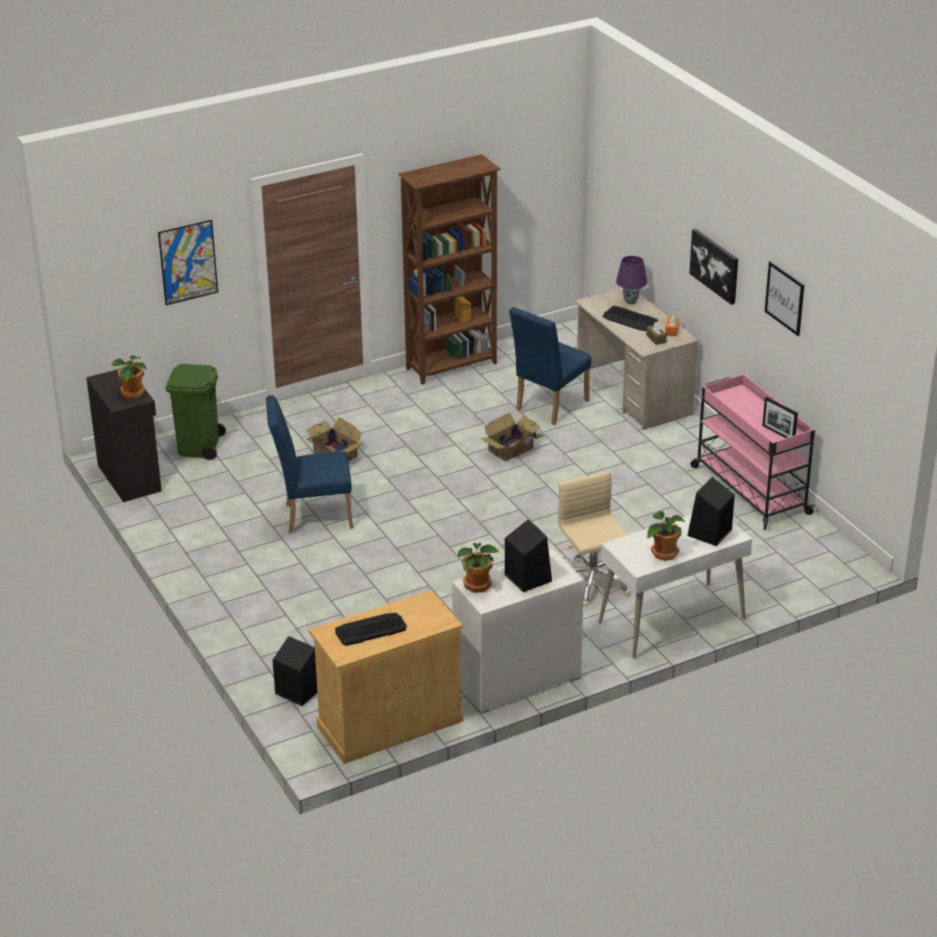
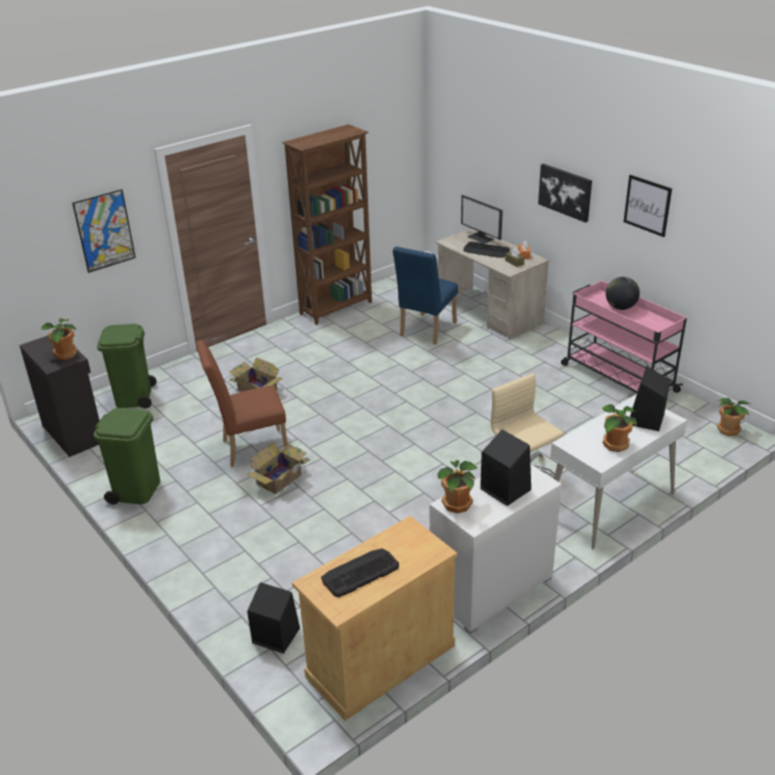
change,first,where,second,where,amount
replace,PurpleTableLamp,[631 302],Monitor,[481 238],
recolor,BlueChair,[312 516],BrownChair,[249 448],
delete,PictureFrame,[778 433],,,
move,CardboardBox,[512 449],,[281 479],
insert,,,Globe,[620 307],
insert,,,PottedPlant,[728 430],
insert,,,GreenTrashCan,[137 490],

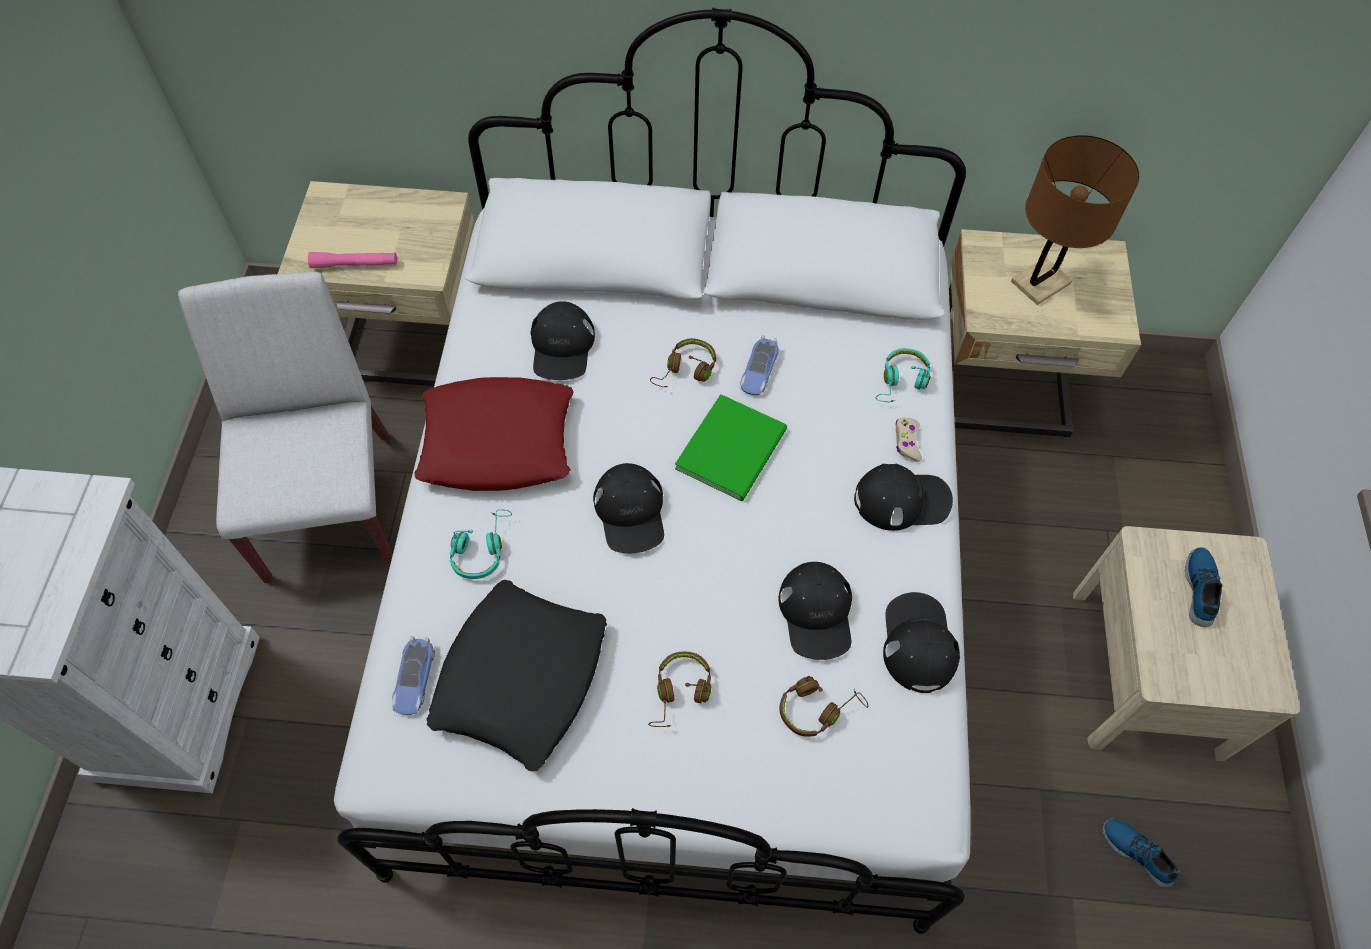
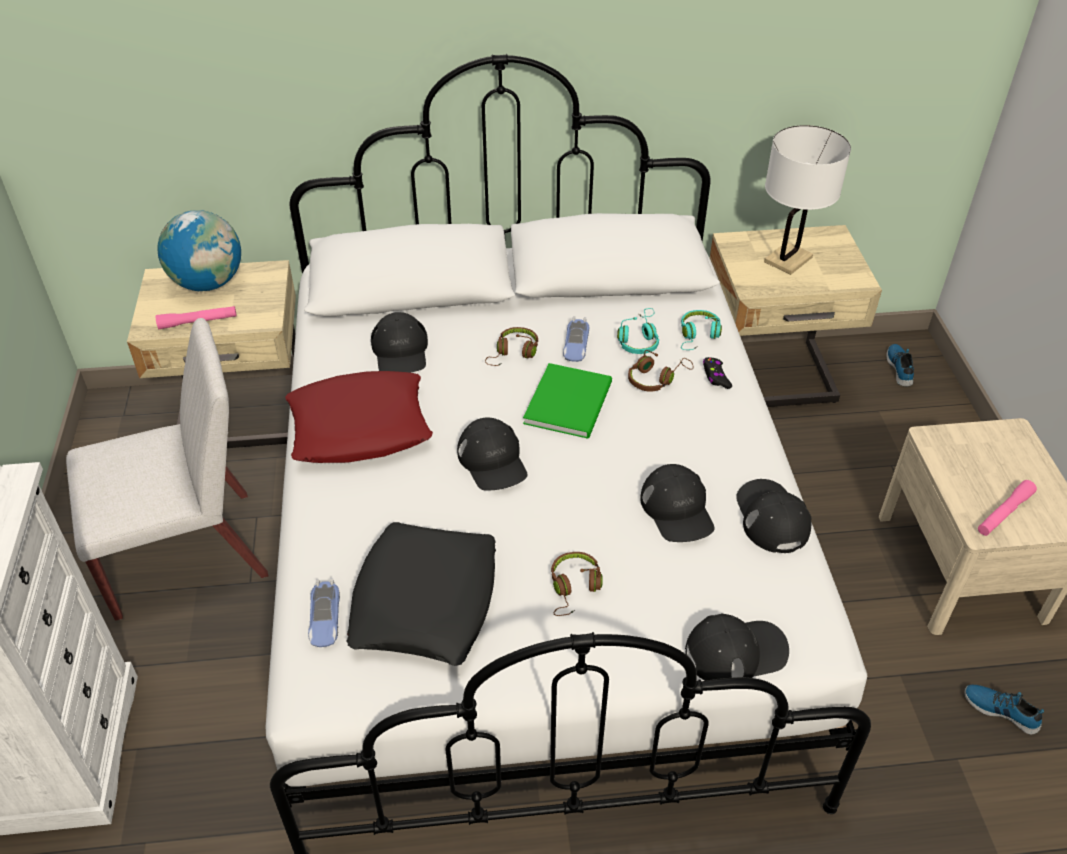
change,first,where,second,where,amount
recolor,BrownTableLamp,[1040 282],WhiteTableLamp,[788 259],
rotate,WhiteChair,[329 503],,[187 553],90 degrees clockwise
recolor,BeigeGameController,[907 442],BlackGameController,[716 377],
move,BlackCap,[902 500],,[736 651],
move,TurquoiseHeadphones,[481 549],,[638 339],
move,Shoe,[1201 589],,[900 368],
move,BrownHeadphones,[817 708],,[656 378],
insert,,,Globe,[208 283],
insert,,,PinkFlashlight,[1004 513],

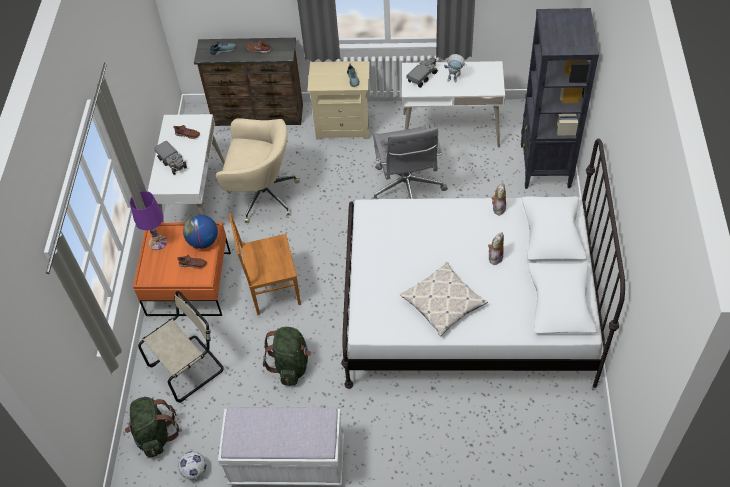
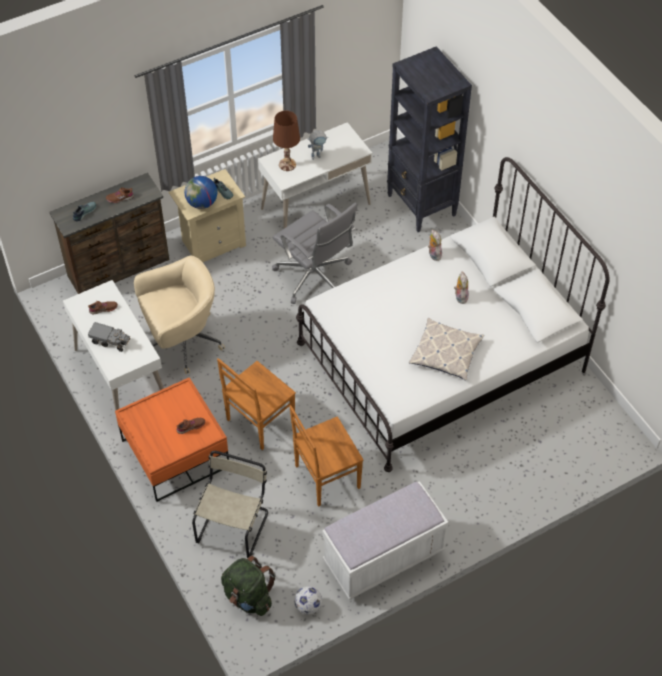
change,first,where,second,where,amount
replace,ToyTruck,[422 77],BrownTableLamp,[287 165],
delete,PurpleTableLamp,[158 243],,,
move,Globe,[203 241],,[202 203],
replace,GreenBackpack,[291 365],BrownChair,[325 477],

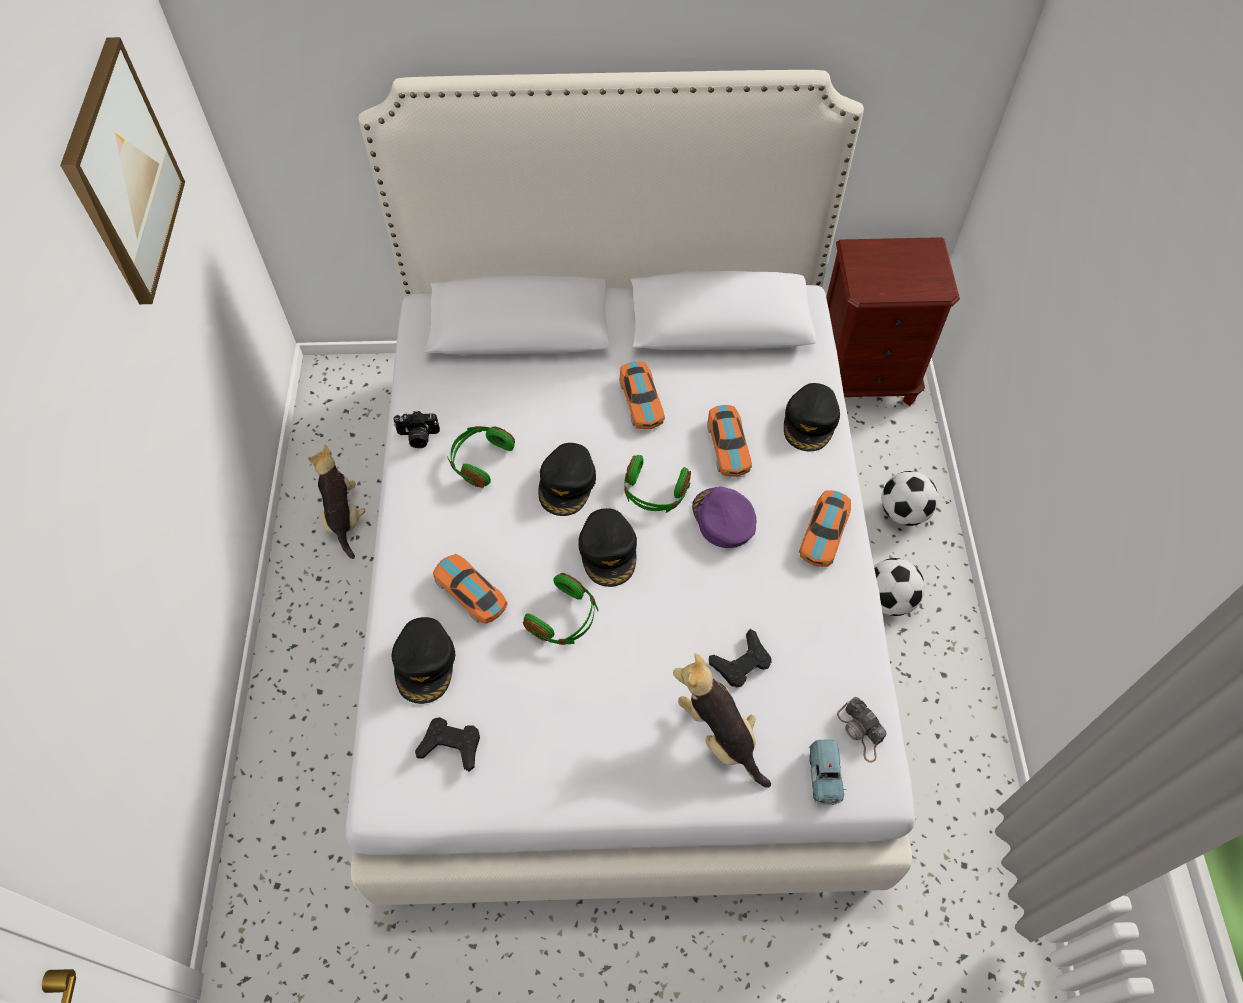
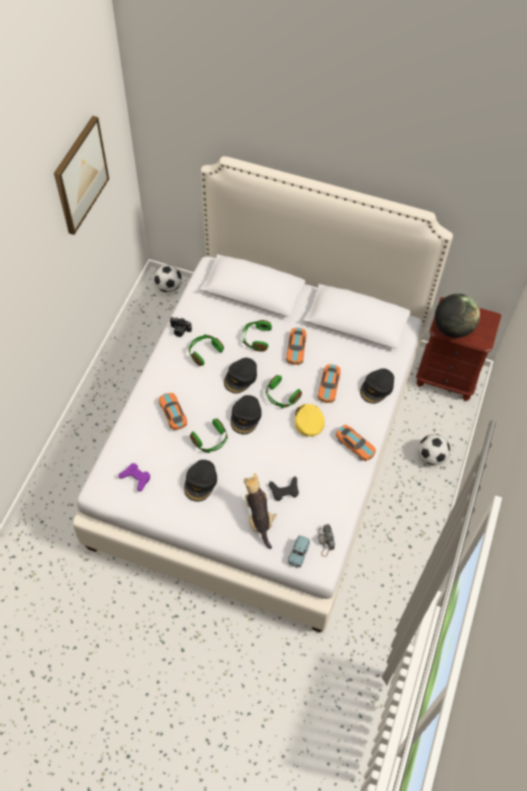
change,first,where,second,where,amount
delete,PlushToy,[343 516],,,
recolor,PurpleCap,[723 519],YellowCap,[308 421],
rotate,ToyCar,[824 533],,[355 445],90 degrees counterclockwise
move,Football,[888 599],,[168 287],
move,BlackCap,[425 663],,[201 482],
recolor,BlackGameController,[451 745],PurpleGameController,[136 478],
insert,,,Globe,[452 329],
insert,,,GreenHeadphones,[256 338],

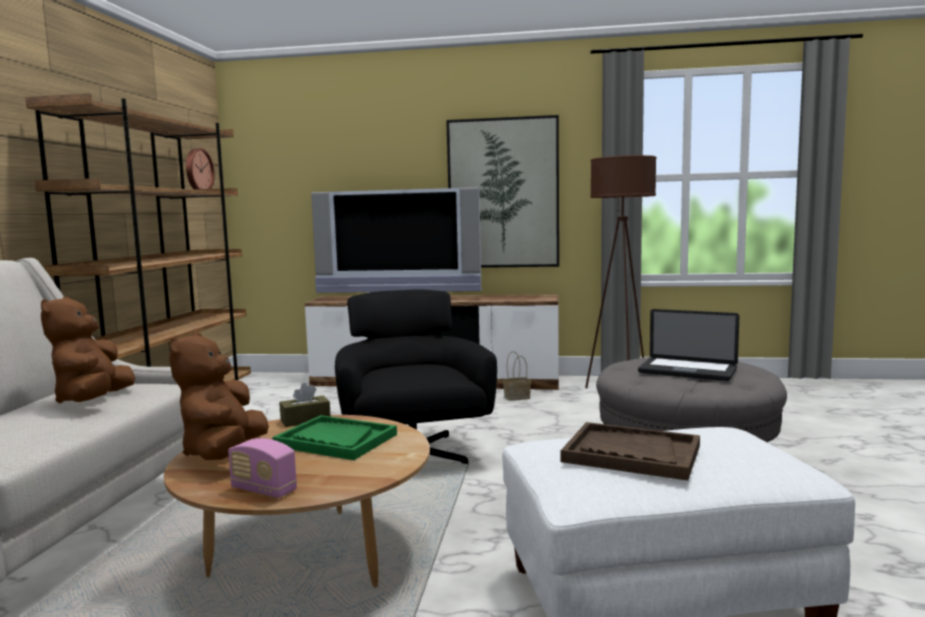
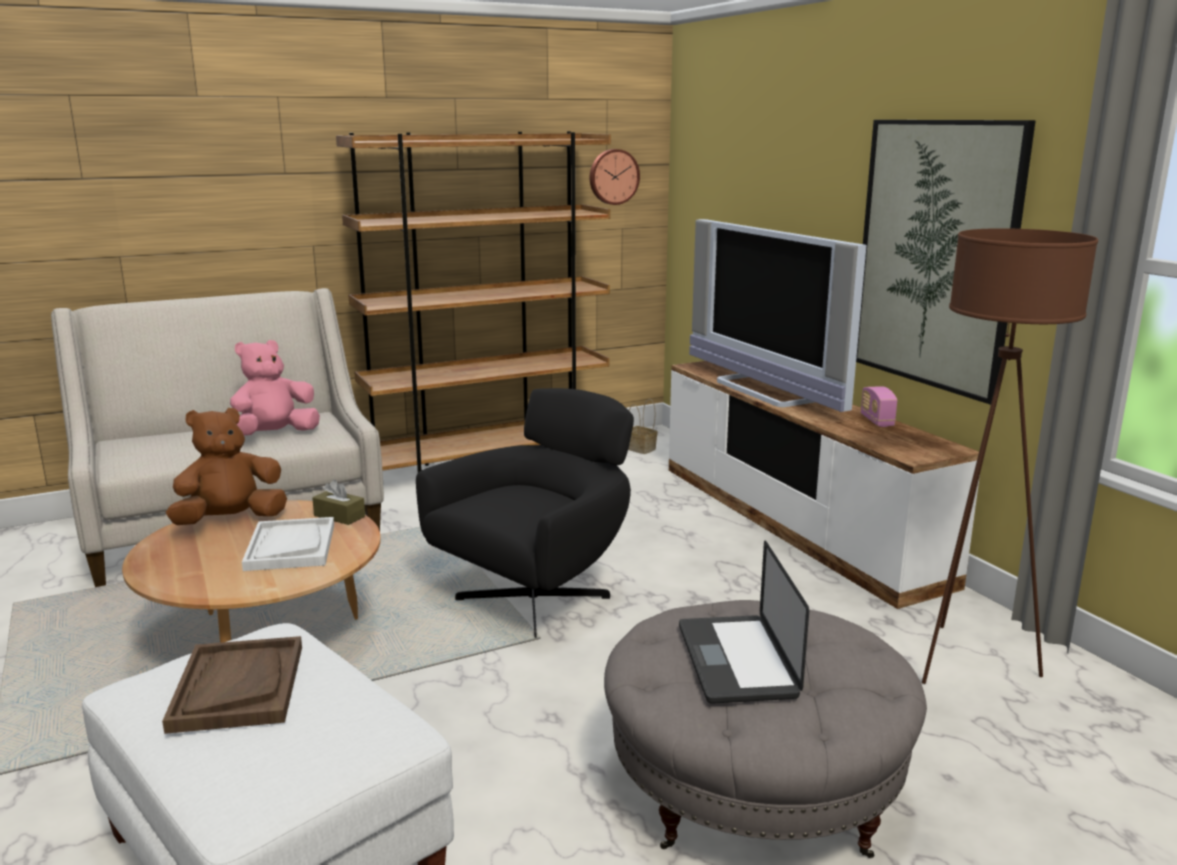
change,first,where,second,where,amount
recolor,BrownPlushToy,[93 401],PinkPlushToy,[274 435],
move,Basket,[517 397],,[641 449],
recolor,GreenTray,[335 440],WhiteTray,[290 546],
move,Radio,[263 490],,[877 421],

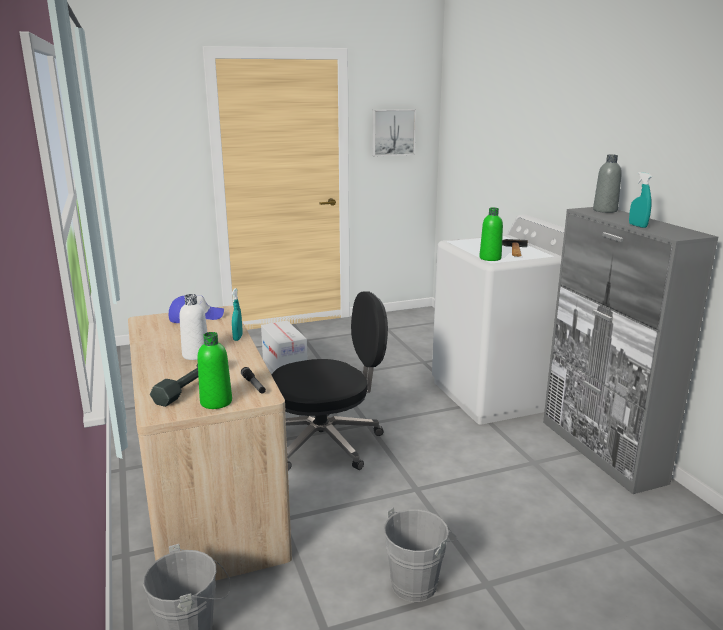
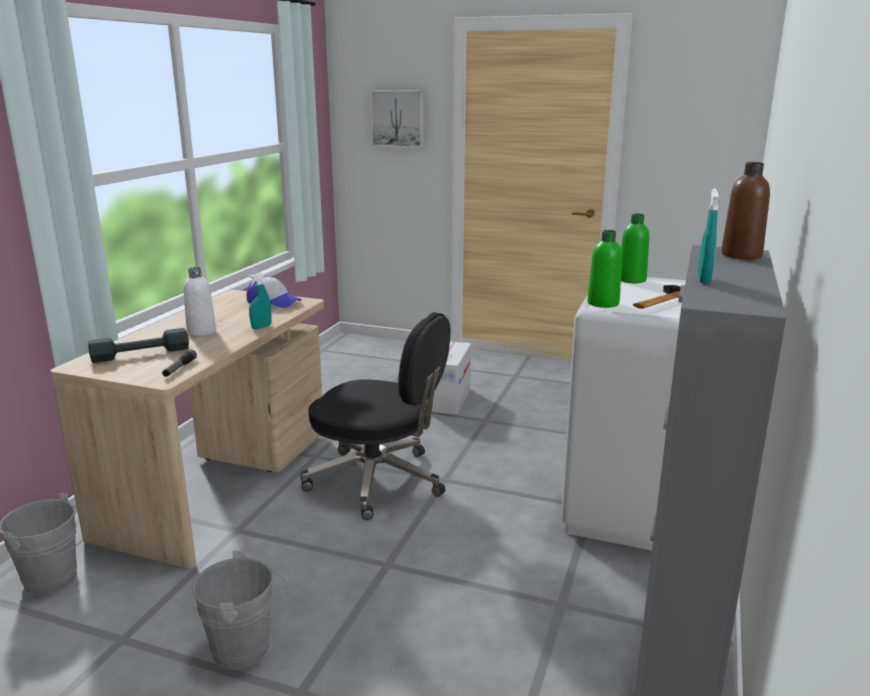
change,first,where,second,where,amount
move,Picture,[393 132],,[398 119],
recolor,GreyBottle,[605 210],BrownBottle,[741 255],
move,GreenBottle,[216 402],,[631 280],

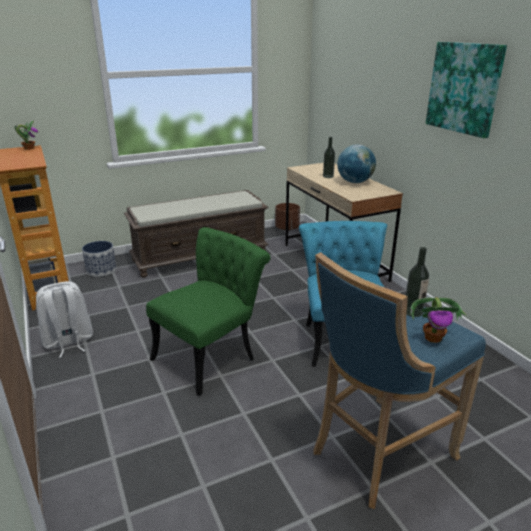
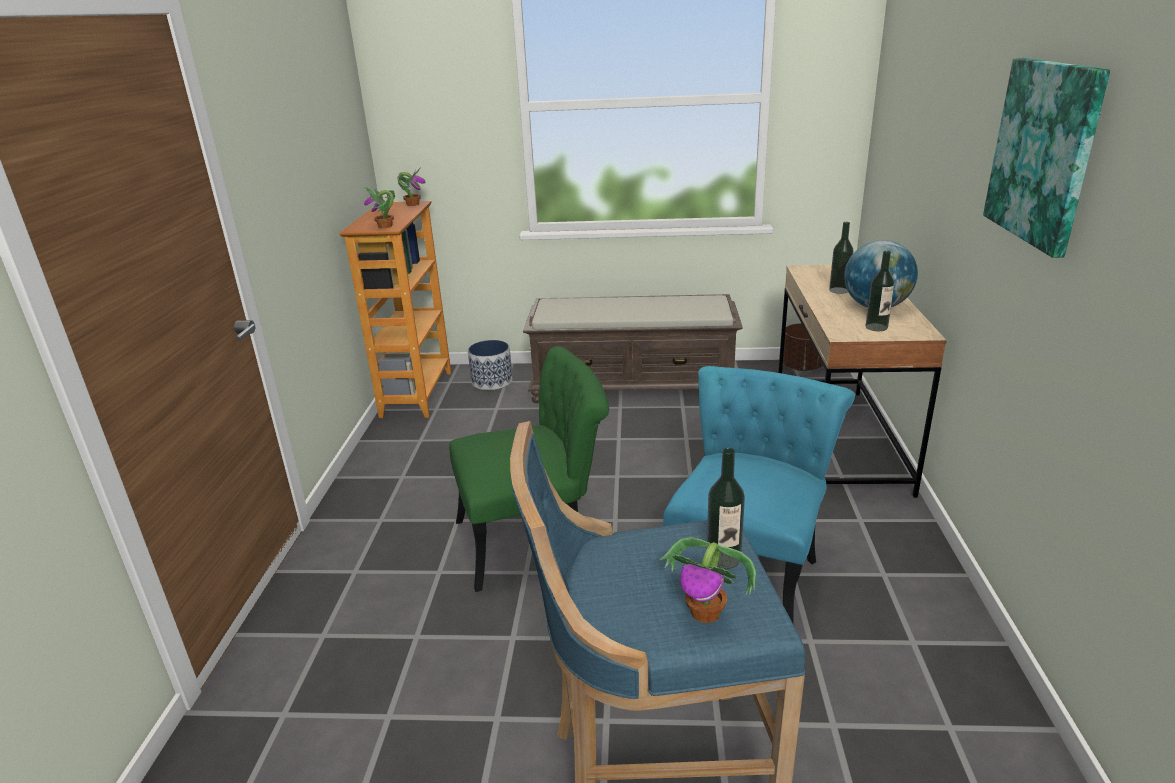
change,first,where,second,where,amount
delete,WhiteBackpack,[68 341],,,
insert,,,PottedPlant,[385 226],
insert,,,Bottle,[876 327],

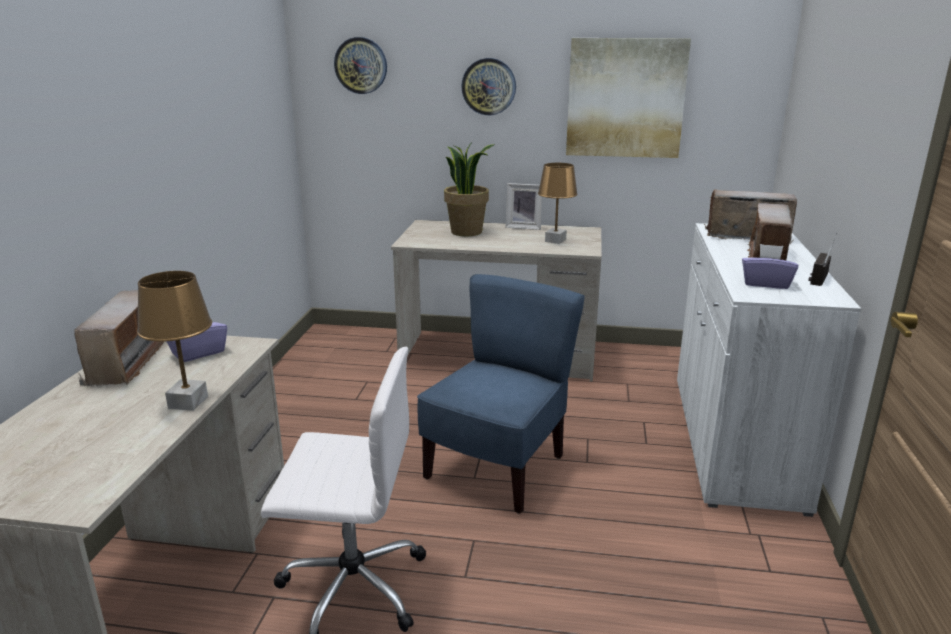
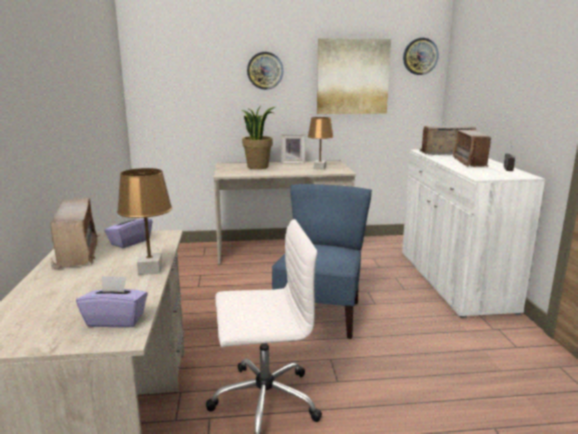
change,first,where,second,where,amount
move,WallClock,[361 65],,[420 56],
move,PurpleTissueBox,[765 283],,[116 320],

